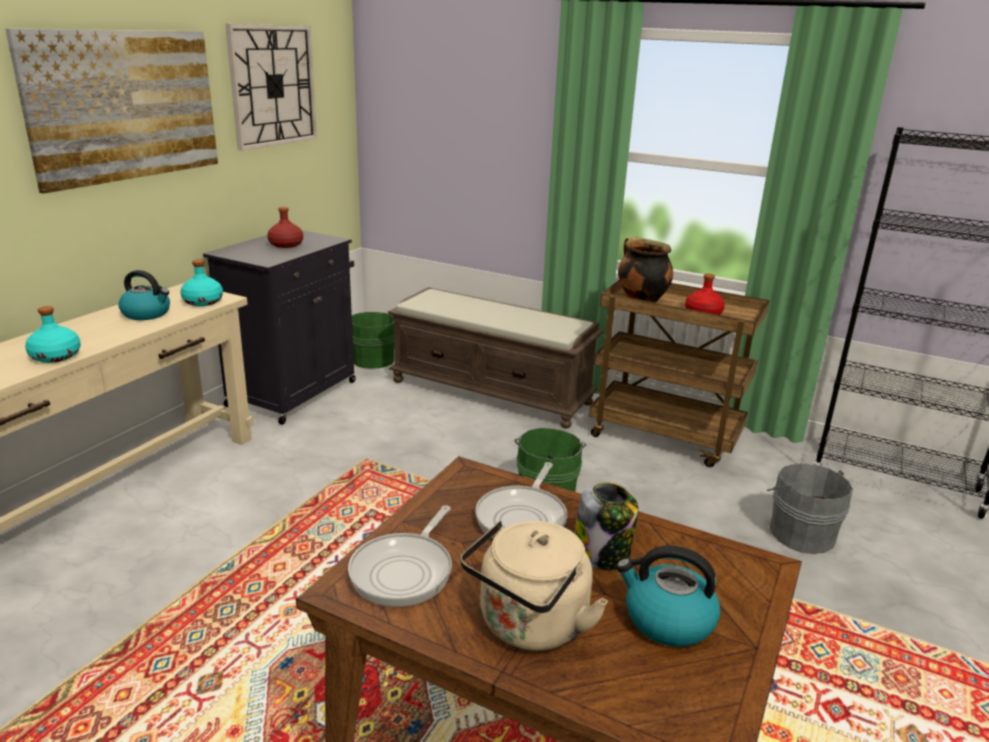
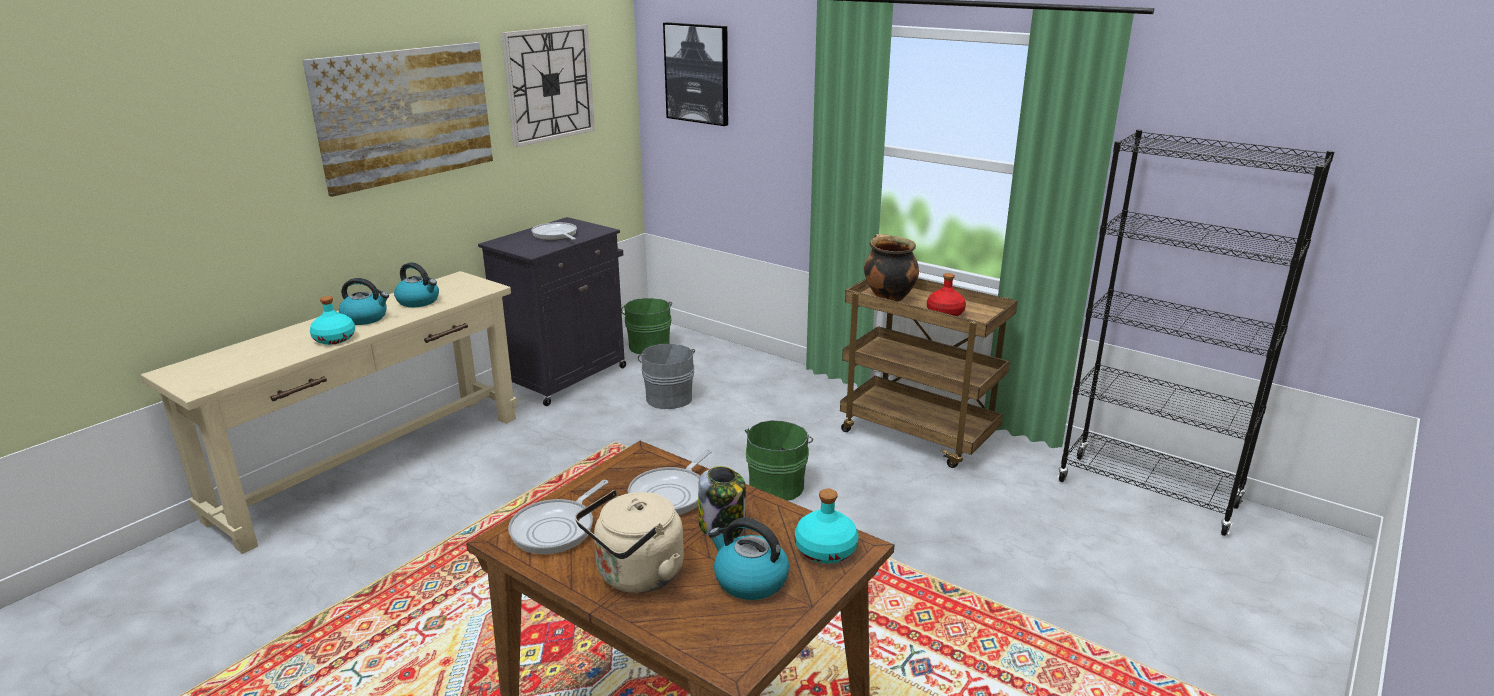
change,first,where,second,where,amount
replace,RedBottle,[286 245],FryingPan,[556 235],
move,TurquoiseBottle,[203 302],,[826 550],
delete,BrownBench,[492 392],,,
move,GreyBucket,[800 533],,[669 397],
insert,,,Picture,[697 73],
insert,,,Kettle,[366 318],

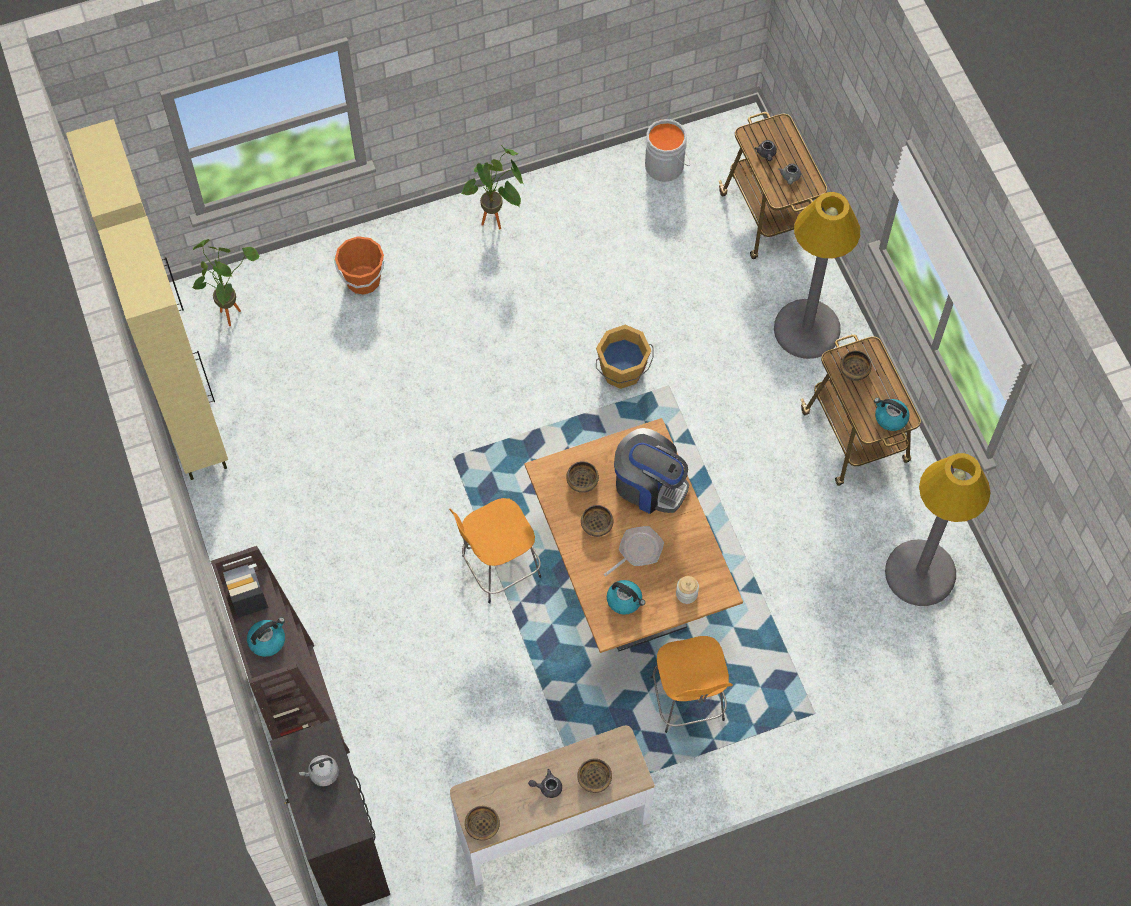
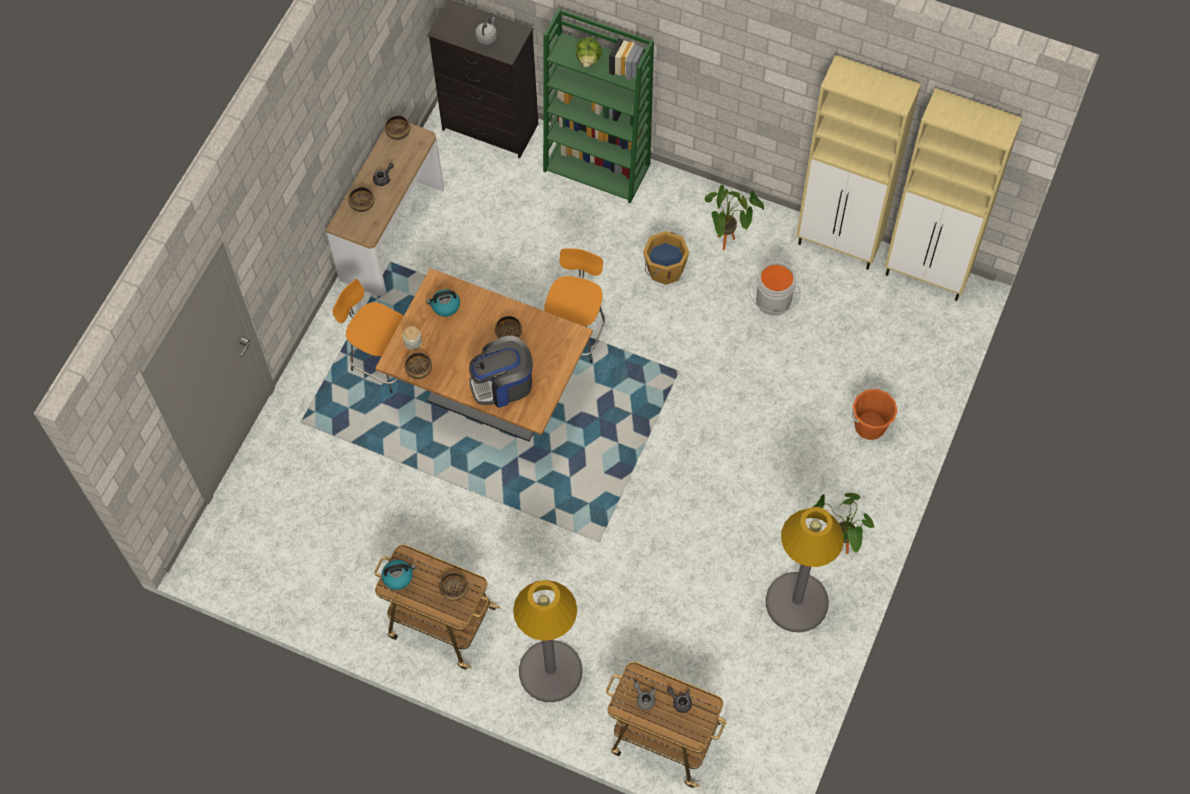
change,first,where,second,where,amount
move,GreyBucket,[666 165],,[773 302],
move,PottedPlant,[231 311],,[728 245],
move,OrangeBucket,[622 371],,[664 269],
move,GreyFloorLamp,[920 573],,[797 602],
move,Bowl,[582 481],,[419 370],
delete,FryingPan,[637 551],,,
recolor,BrownBookcase,[298 707],GreenBookcase,[598 167],
replace,Kettle,[267 640],Lettuce,[588 59],

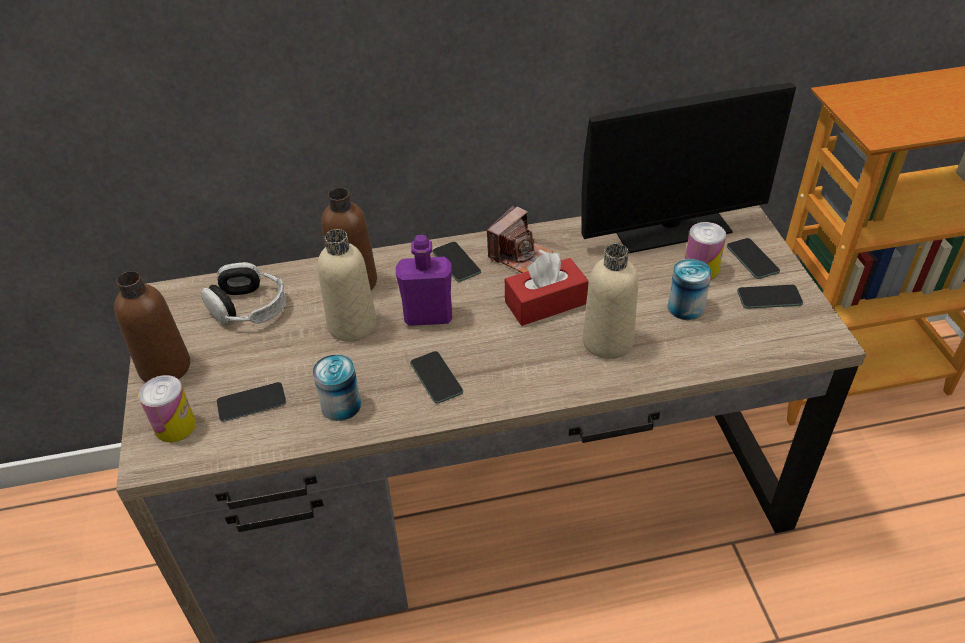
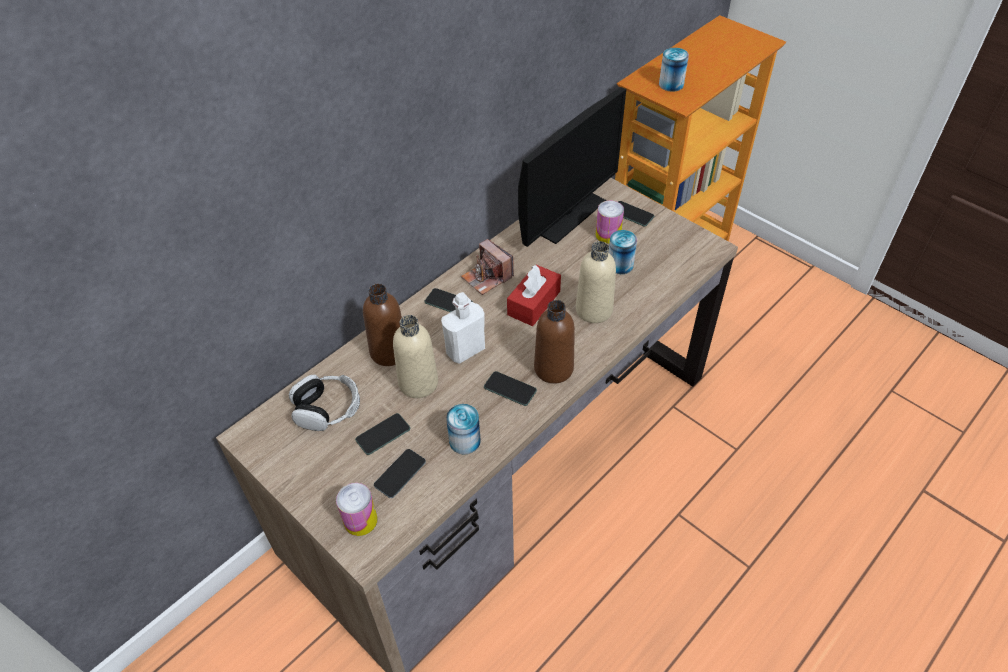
change,first,where,second,where,amount
rotate,PhotoCamera,[519 255],,[487 277],135 degrees clockwise
recolor,PurpleBottle,[428 316],WhiteBottle,[465 350],
move,BrownBottle,[165 367],,[553 368],
move,Phone,[769 297],,[383 434],
insert,,,Can,[671 84],

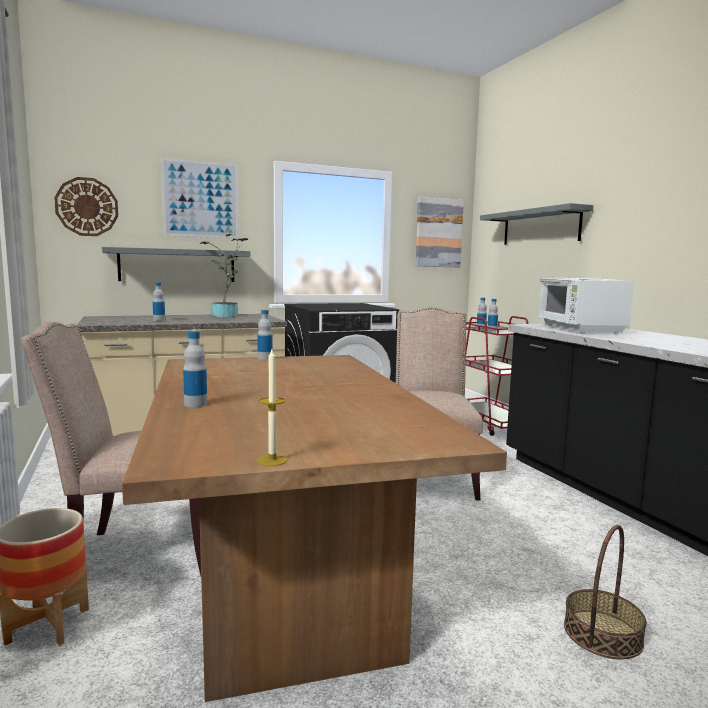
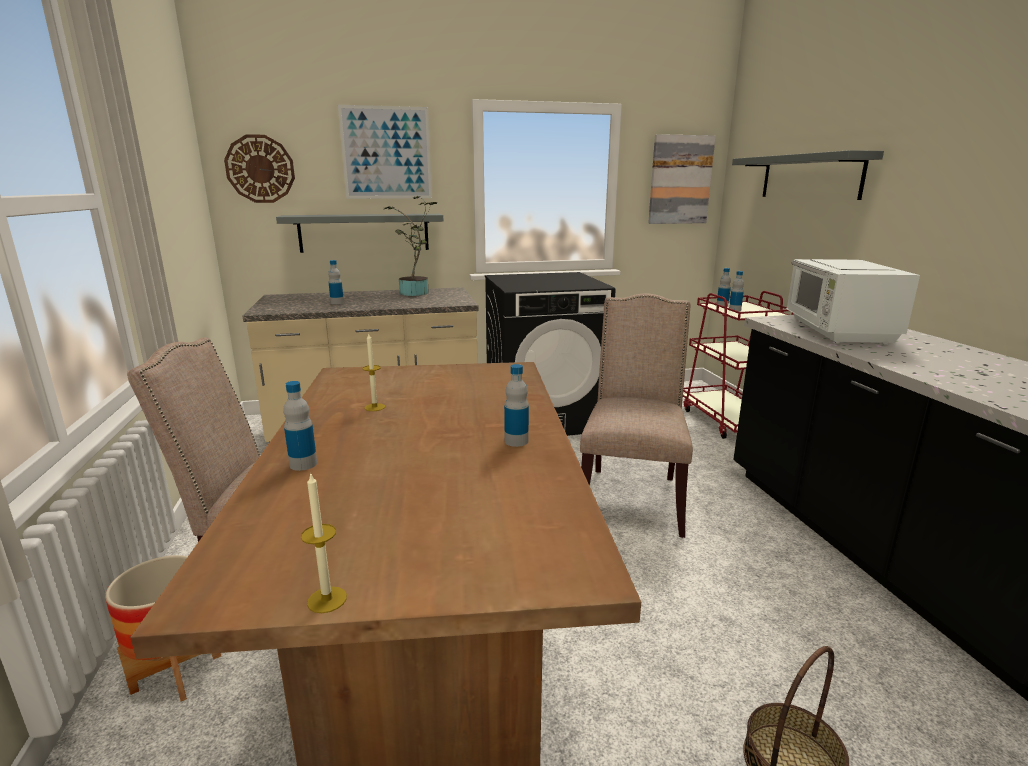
change,first,where,second,where,amount
move,Bottle,[265 358],,[516 441],
insert,,,Candle,[374 407],

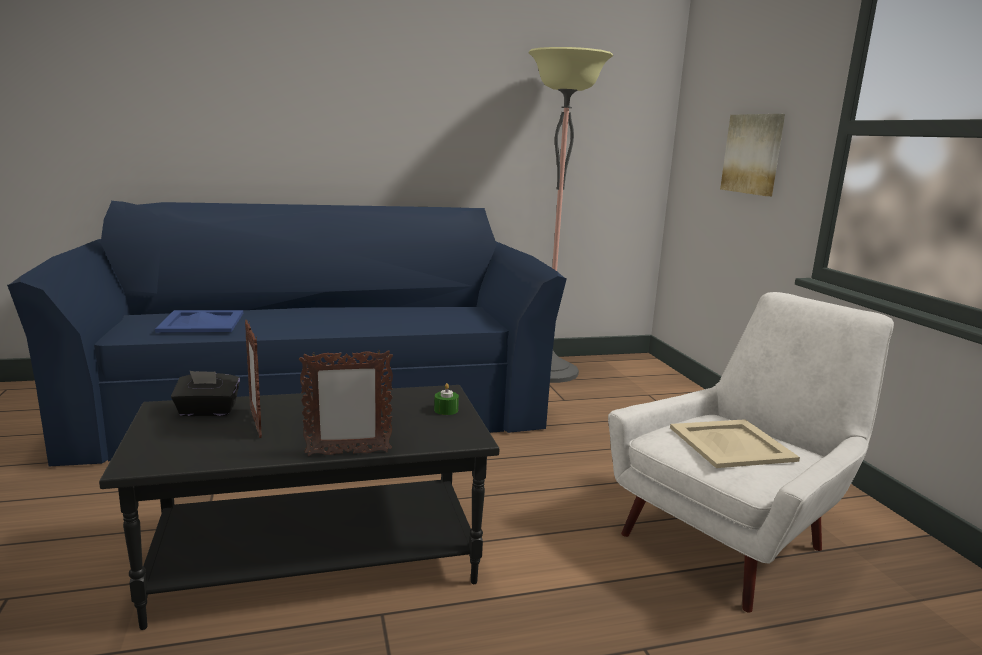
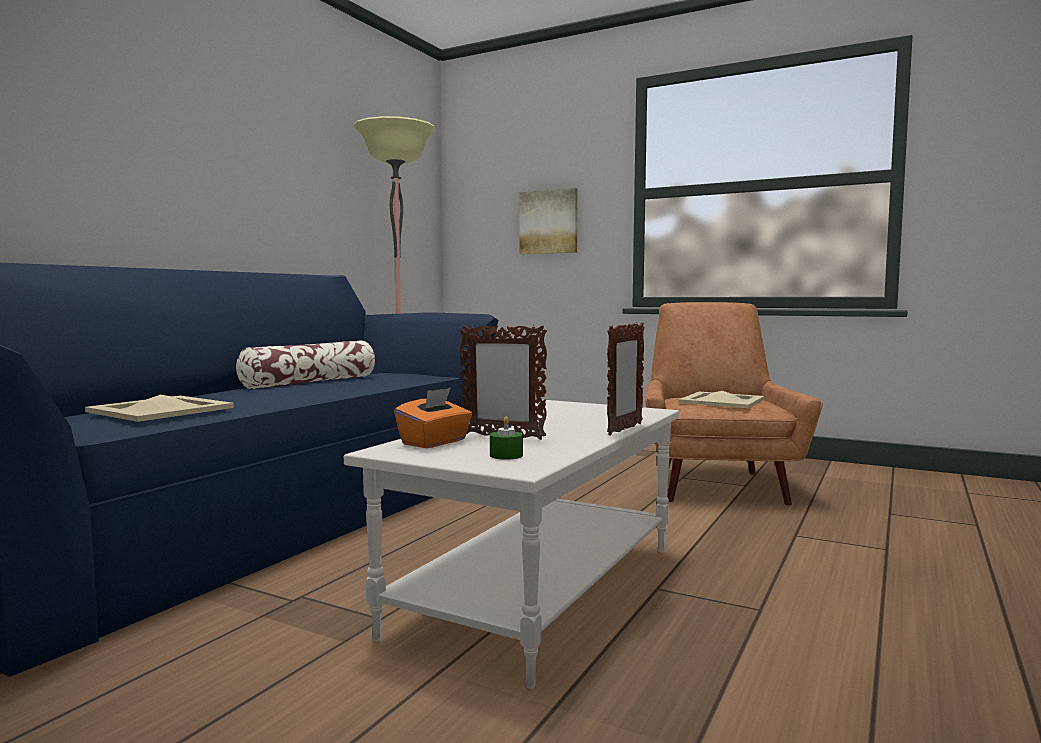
change,first,where,second,where,amount
recolor,WhiteArmchair,[736 537],BrownArmchair,[715 482],
recolor,BlueTray,[202 322],BeigeTray,[162 409],
recolor,BlackTissueBox,[207 411],OrangeTissueBox,[435 442],
move,GreenCandle,[446 410],,[506 455],
recolor,BlackCoffeeTable,[318 558],WhiteCoffeeTable,[538 588],
insert,,,Pillow,[311 382],

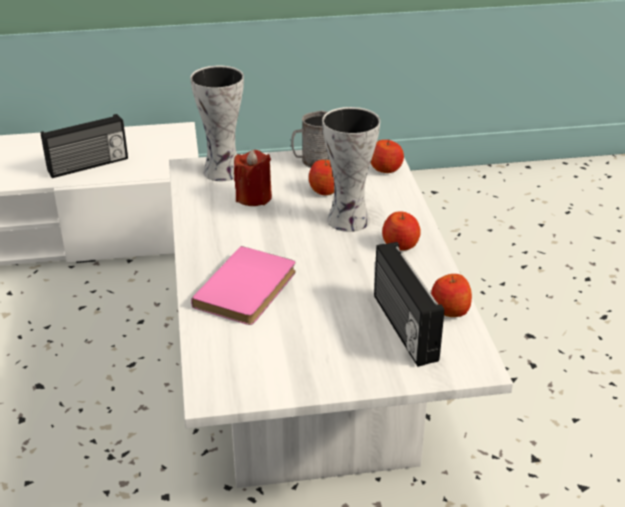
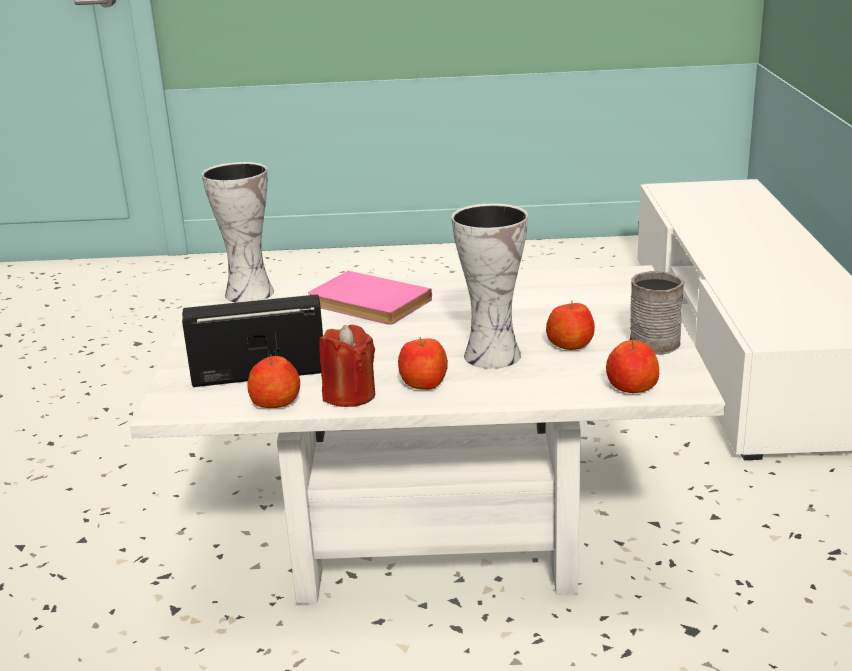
change,first,where,second,where,amount
move,Vase,[222 172],,[247 293],
delete,Radio,[88 166],,,
move,RedCandle,[253 197],,[349 395],

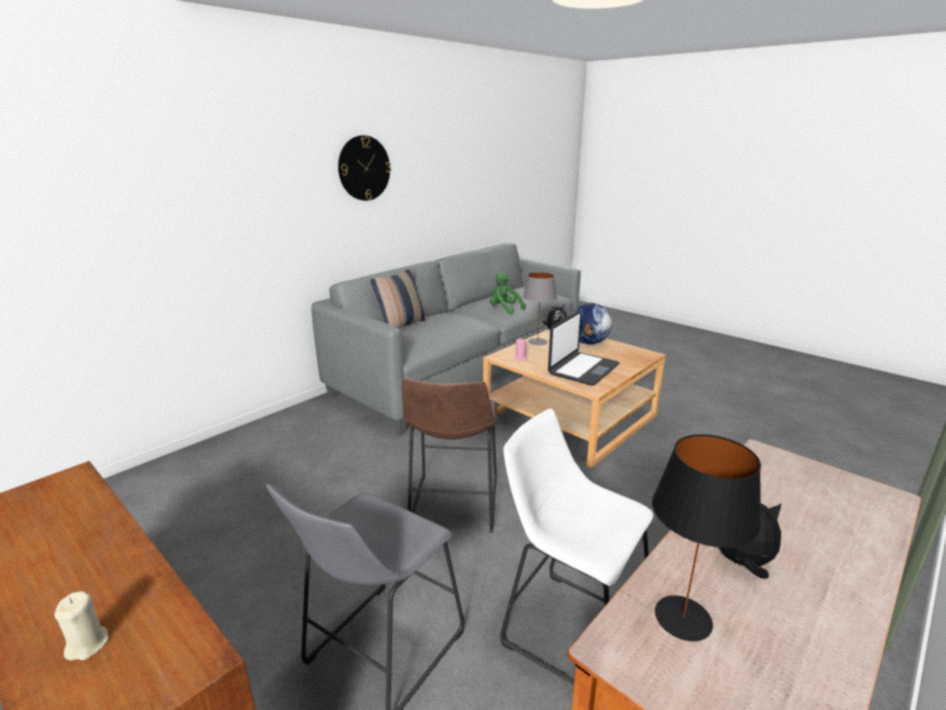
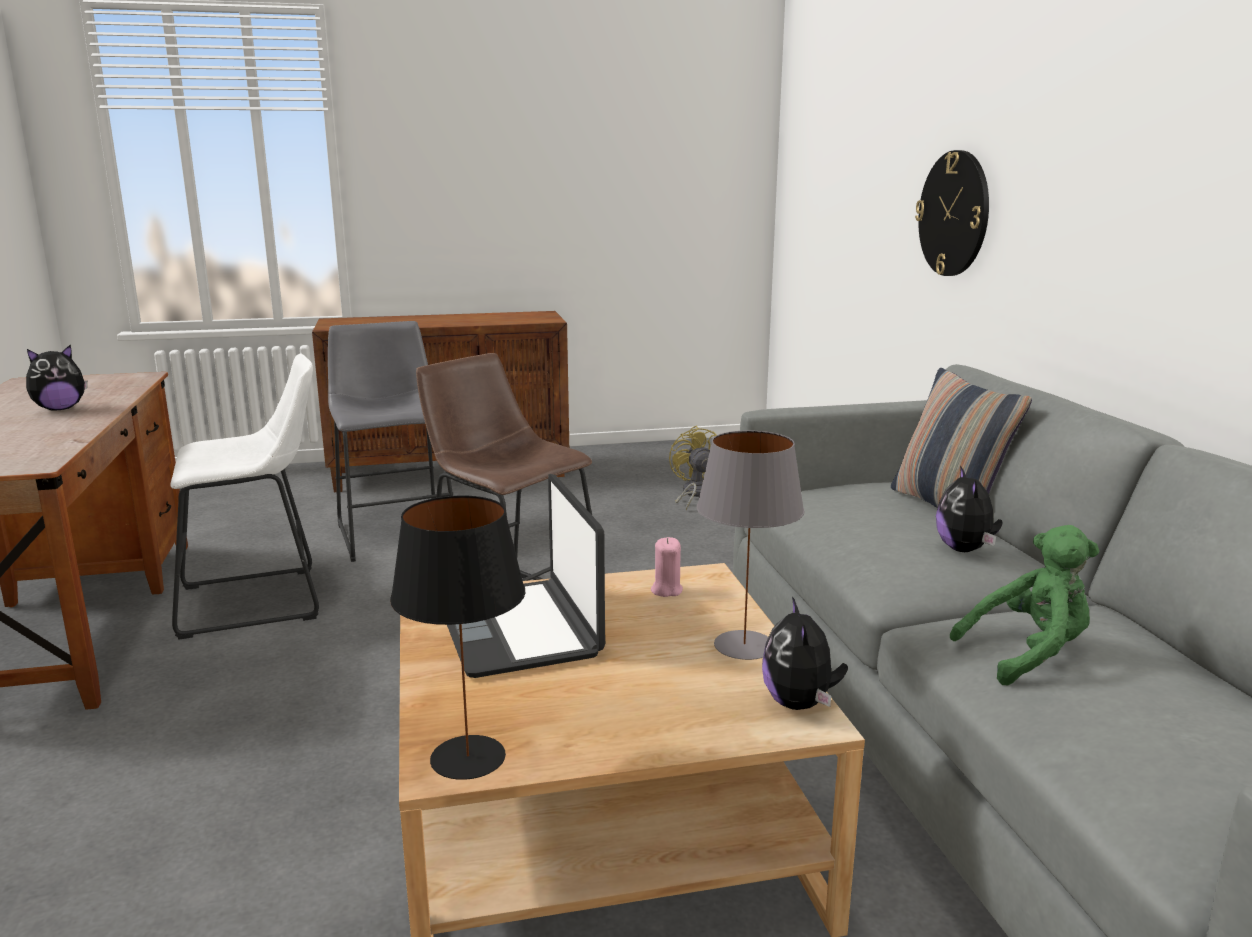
change,first,where,second,where,amount
move,WallClock,[364 168],,[954 214],
delete,Globe,[588 342],,,
move,BlackTableLamp,[683 617],,[468 758],
delete,BeigeCandle,[88 644],,,
insert,,,YellowFan,[694 494],
insert,,,PlushToy,[965 550],

